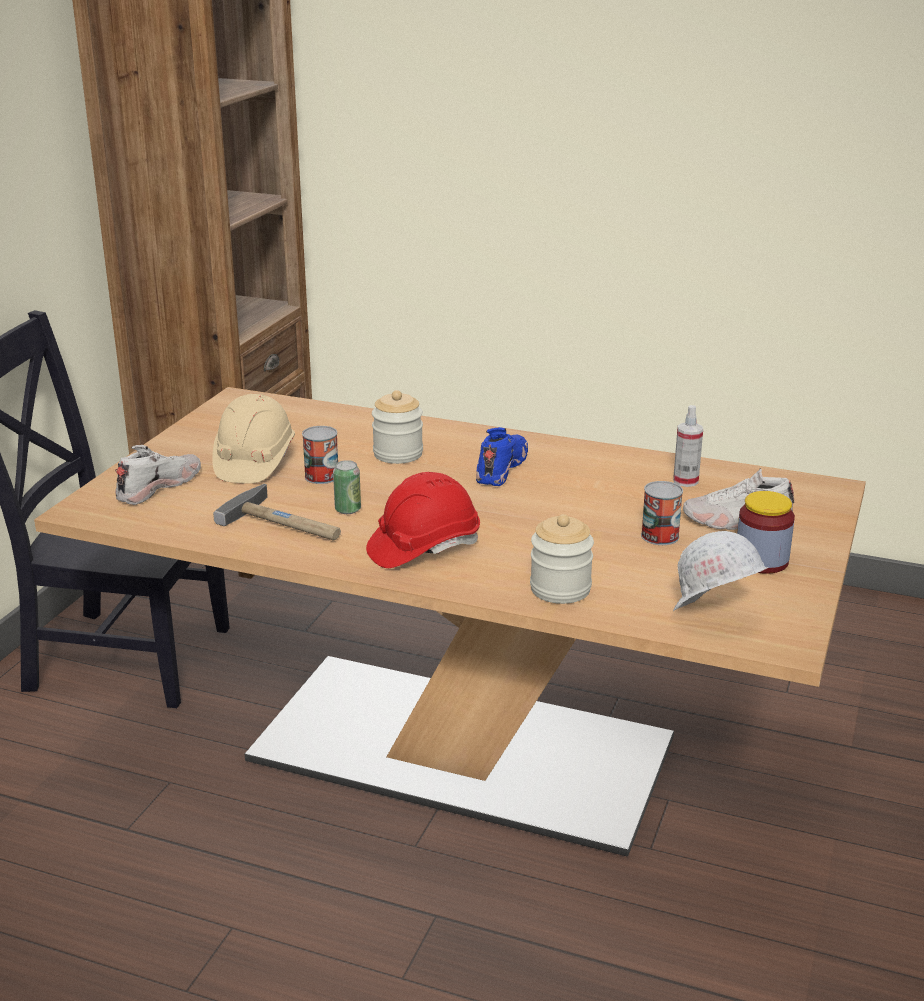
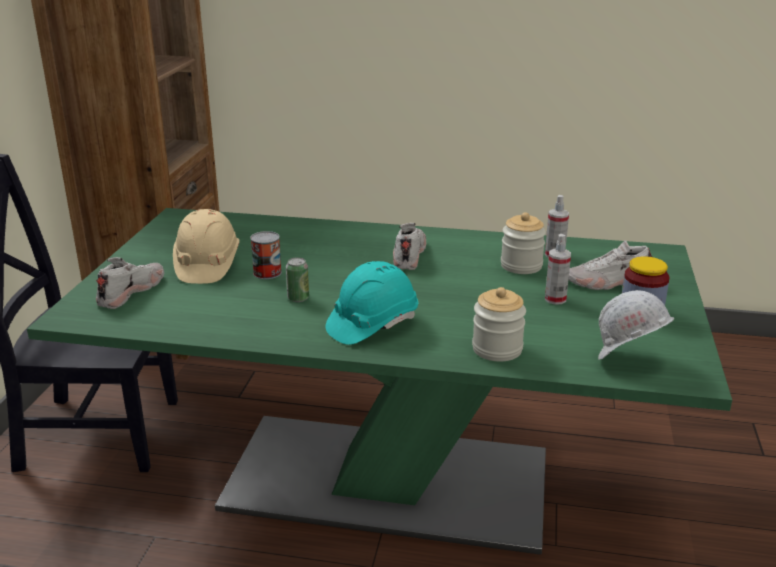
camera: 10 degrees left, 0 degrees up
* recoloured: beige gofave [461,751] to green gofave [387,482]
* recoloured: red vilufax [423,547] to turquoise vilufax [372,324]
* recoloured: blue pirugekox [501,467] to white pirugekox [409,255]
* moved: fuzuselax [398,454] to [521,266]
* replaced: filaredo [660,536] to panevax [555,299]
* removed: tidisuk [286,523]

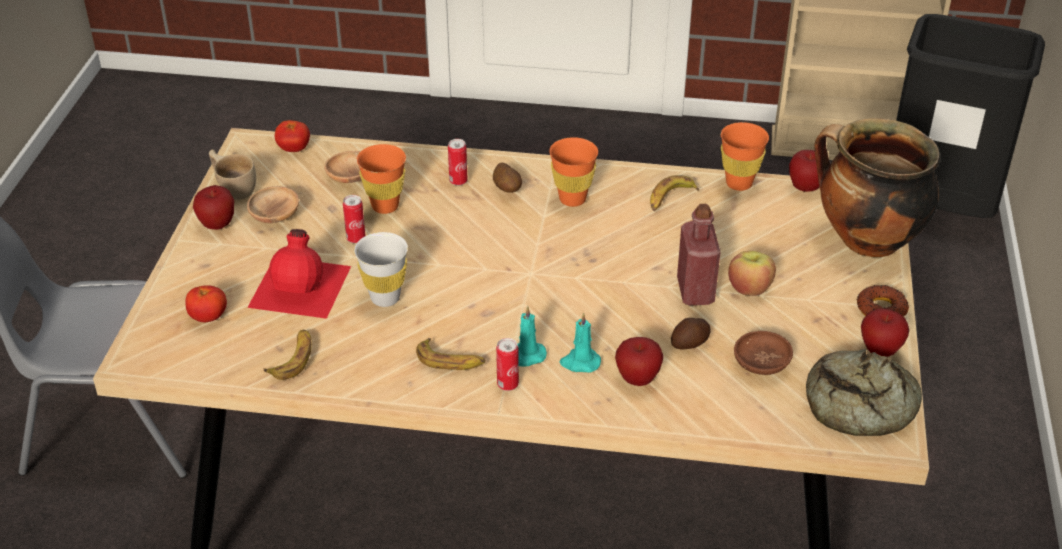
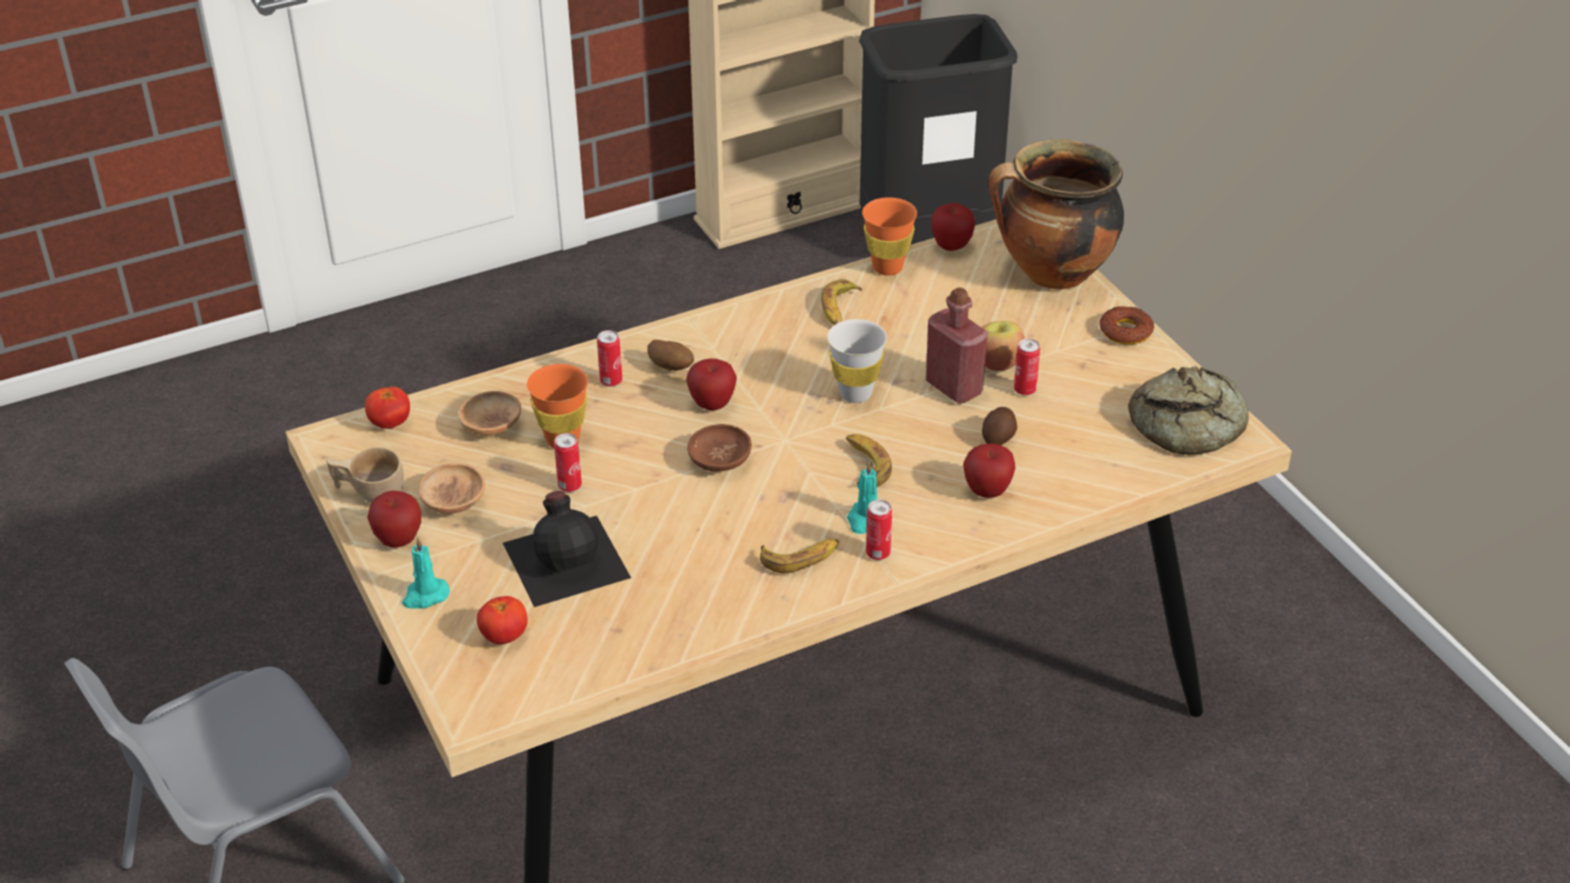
camera: 35 degrees left, 0 degrees up
* moved: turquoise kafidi [580,362] to [425,596]
* recoloured: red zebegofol [302,285] to black zebegofol [567,558]
* moved: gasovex [880,350] to [712,404]
* moved: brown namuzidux [761,365] to [720,462]
* moved: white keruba [385,298] to [855,393]
* moved: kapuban [293,358] to [865,465]
* added: filaredo [1025,390]
* removed: orange keruba [572,199]

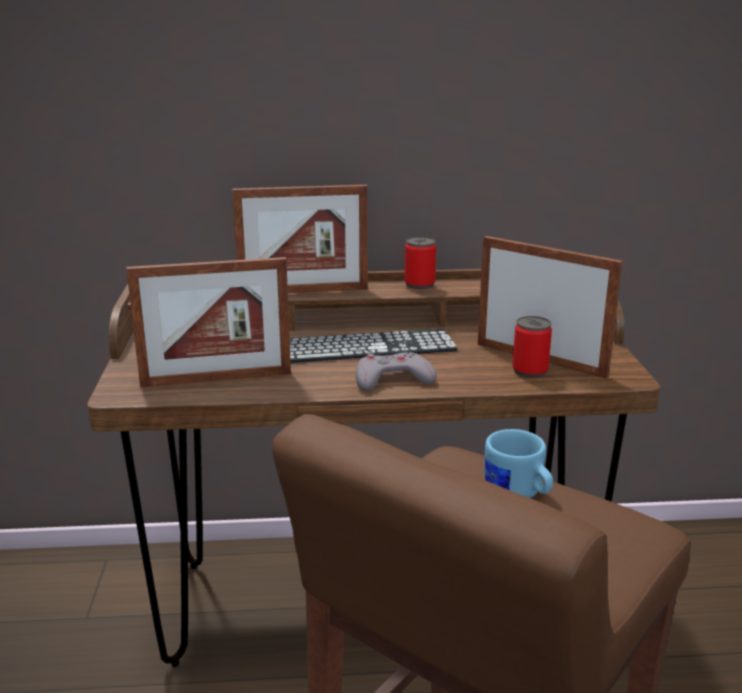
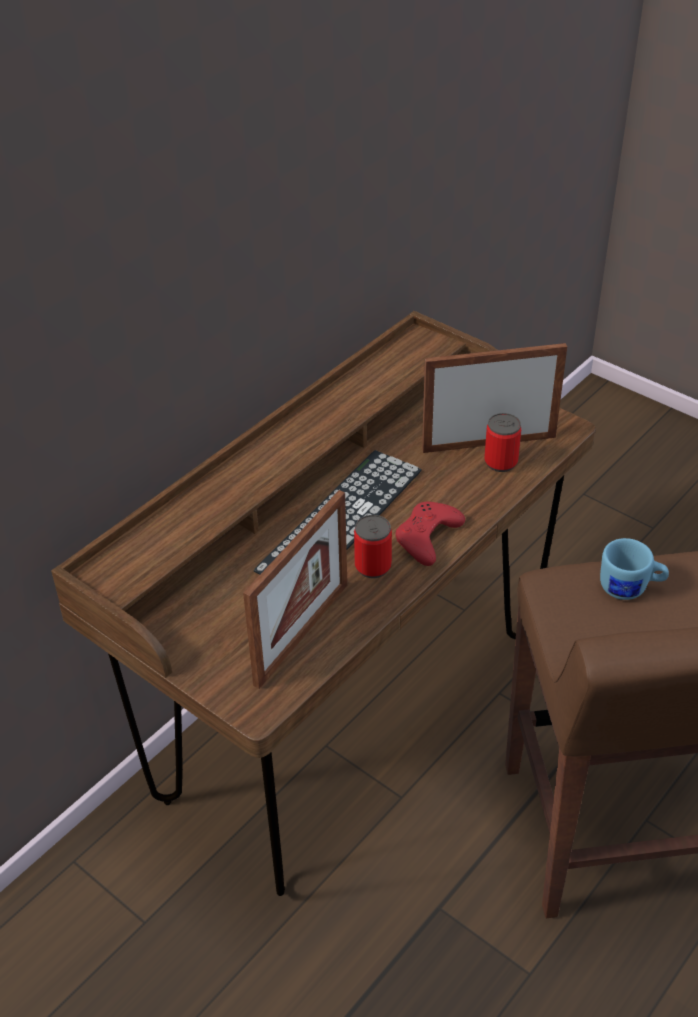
camera: 45 degrees left, 20 degrees up
* moved: filaredo [419,284] to [373,566]
* recoloured: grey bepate [392,379] to red bepate [427,537]
* removed: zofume [303,291]

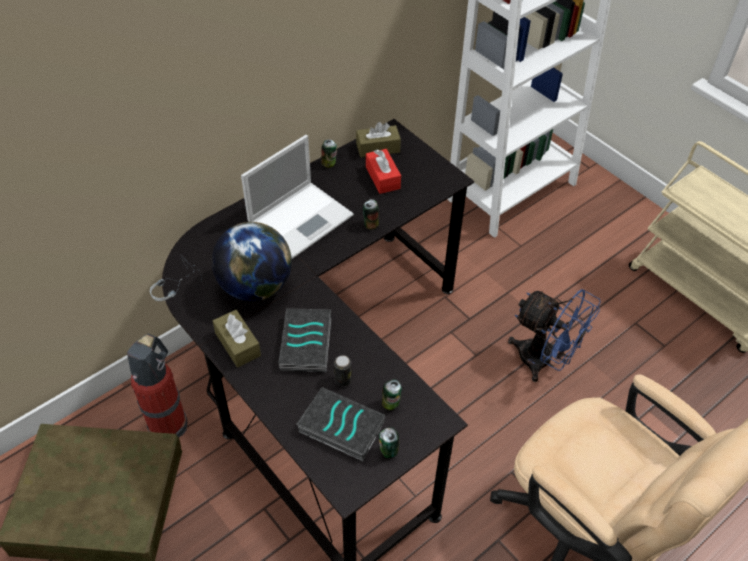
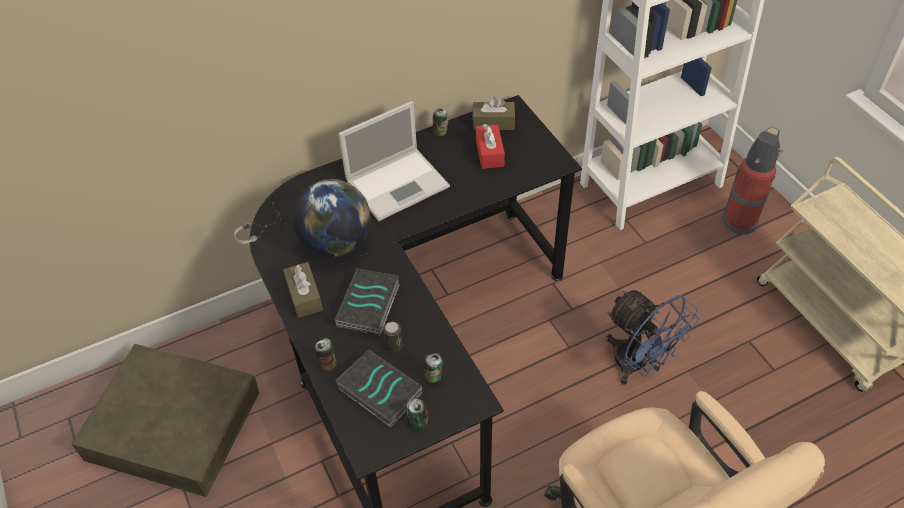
camera: 15 degrees right, 0 degrees up
* moved: filaredo [370,224] to [328,363]
* moved: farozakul [169,423] to [740,221]

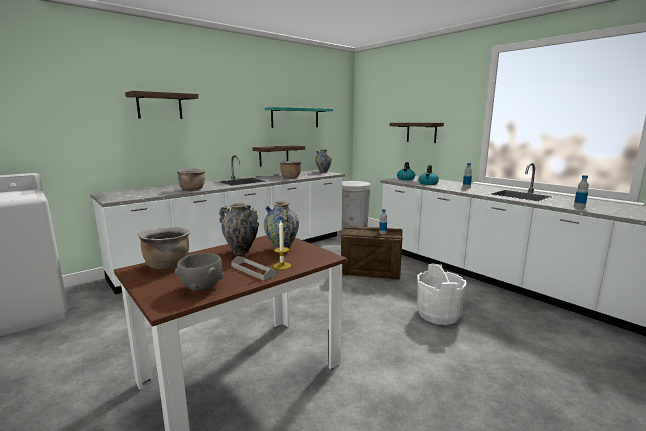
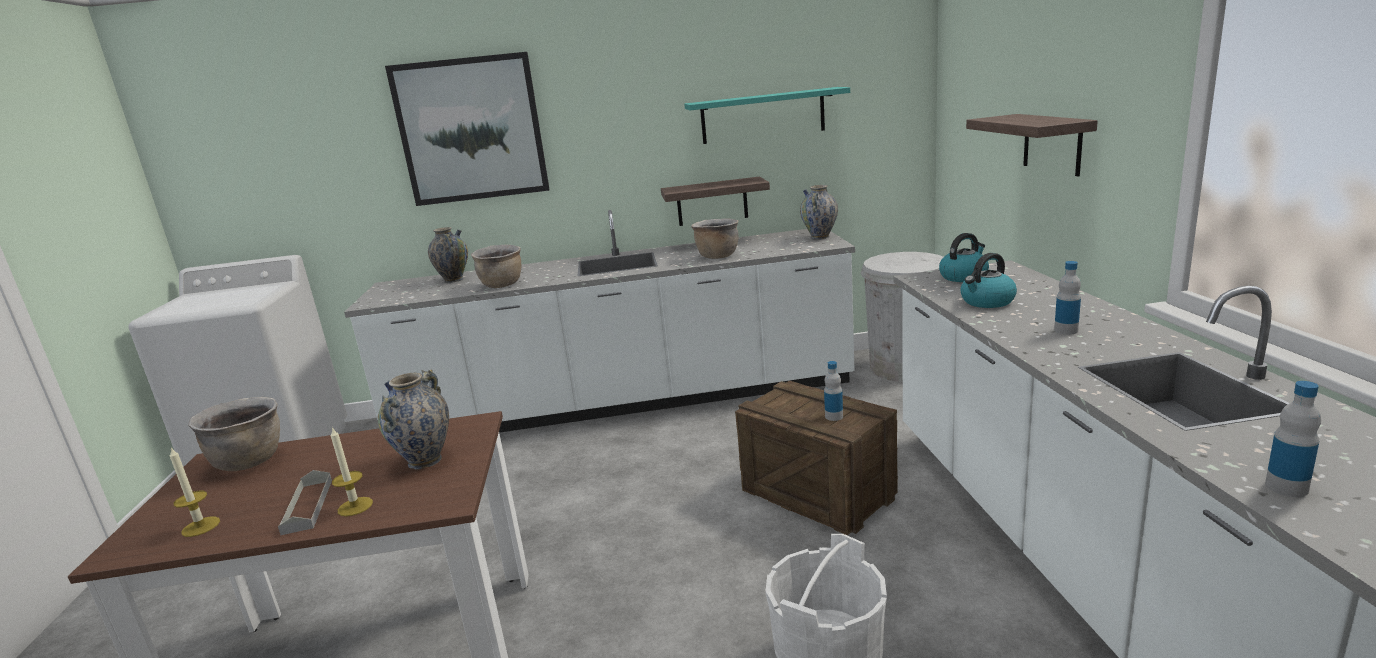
camera: 35 degrees right, 5 degrees up
* replaced: grey namuzidux [202,288] to kafidi [201,526]
* replaced: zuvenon [159,106] to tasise [471,130]
* moved: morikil [241,251] to [453,280]

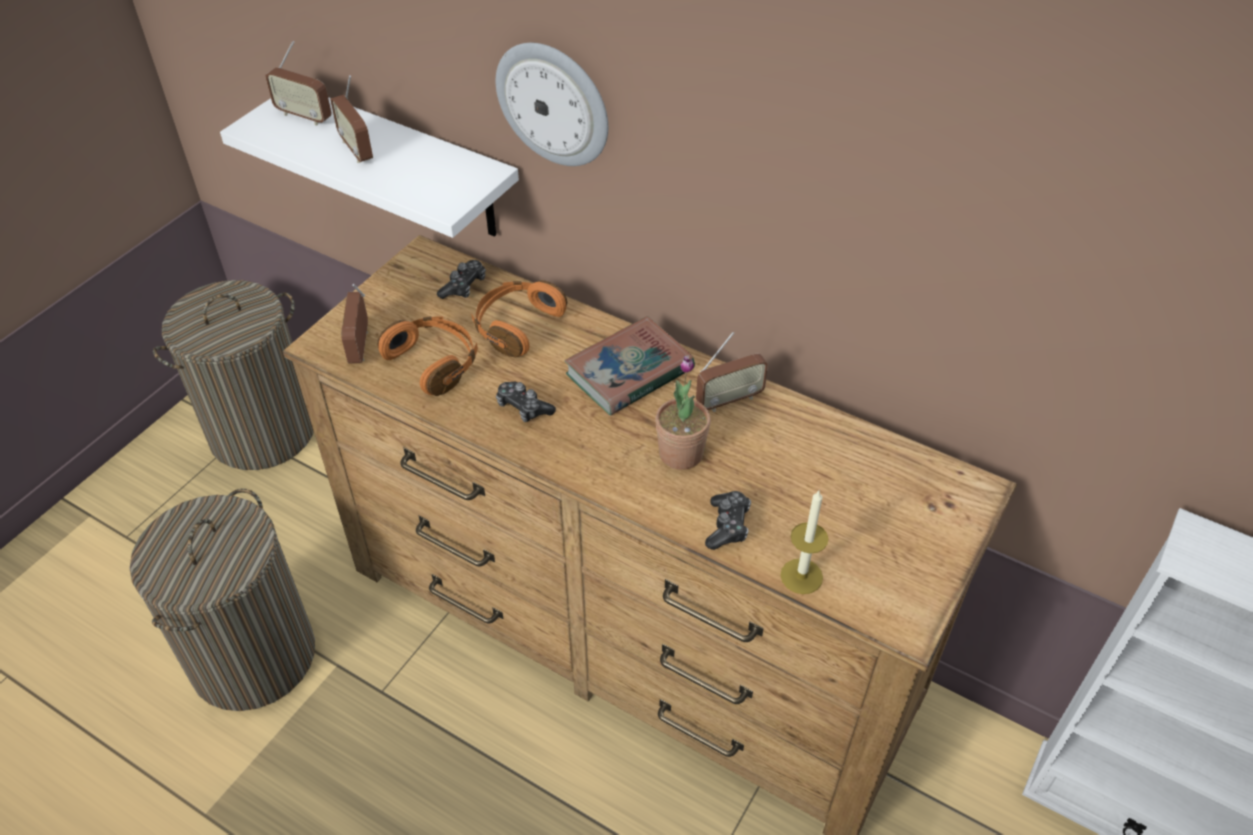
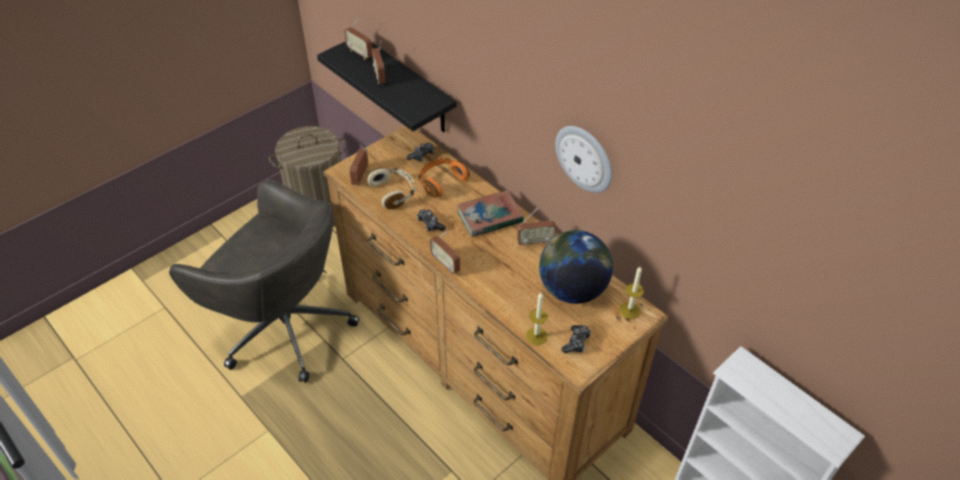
camera: 15 degrees right, 0 degrees up
* replaced: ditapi [253,656] to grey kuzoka [284,326]
* recoloured: white zuvenon [407,163] to black zuvenon [407,86]
* recoloured: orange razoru [434,363] to beige razoru [394,192]
* added: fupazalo [445,264]
* added: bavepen [572,290]
* moved: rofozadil [554,103] to [585,158]
* moved: bepate [727,526] to [576,342]
* added: kafidi [629,310]
* removed: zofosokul [681,453]

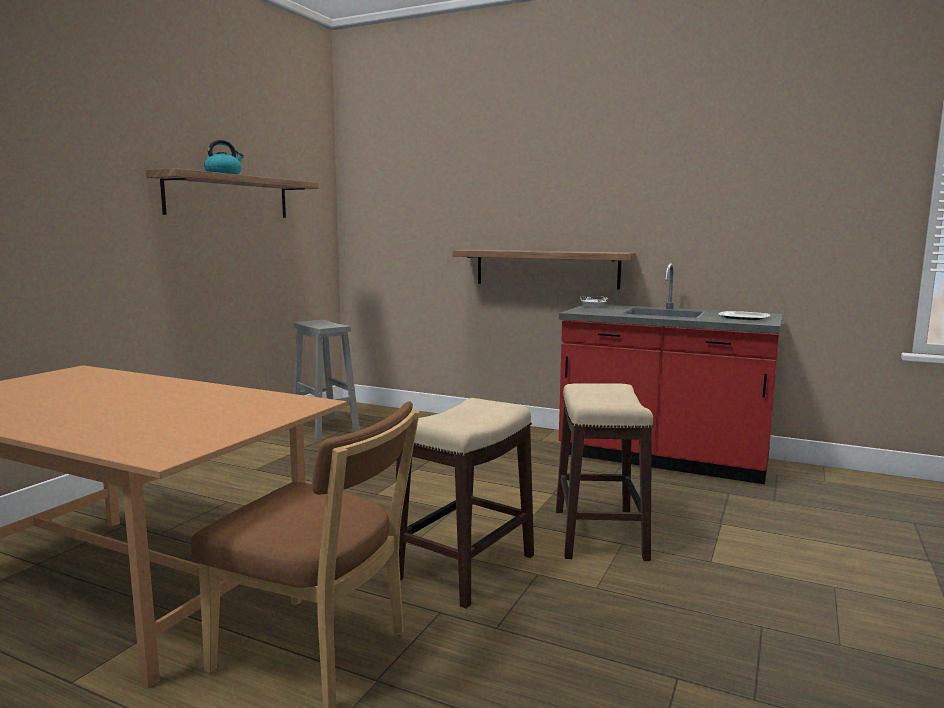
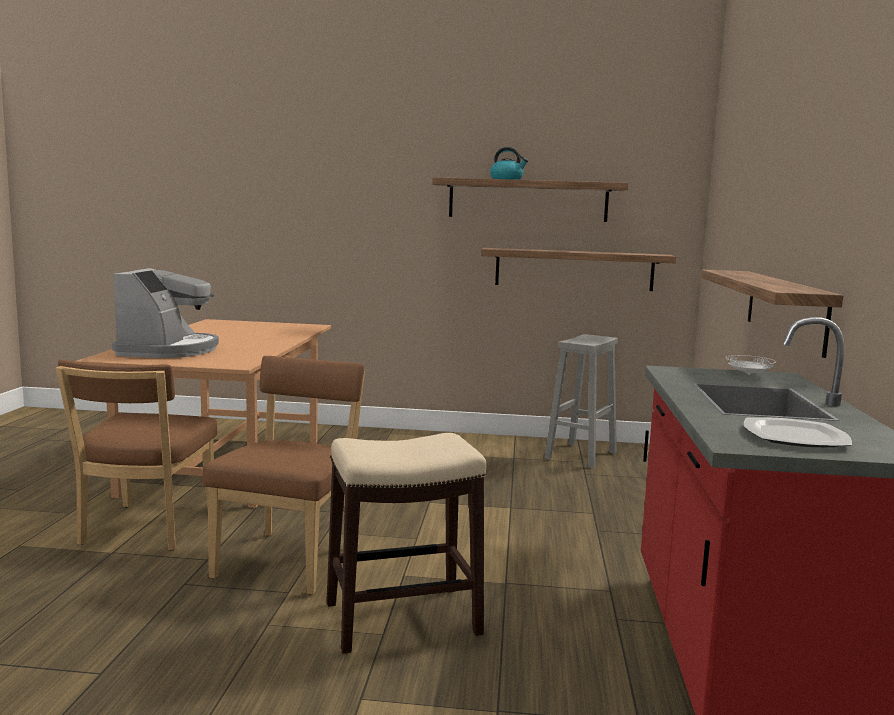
camera: 70 degrees right, 0 degrees up
* added: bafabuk [169,350]
* replaced: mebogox [466,567] to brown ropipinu [291,559]
* added: zuvenon [574,269]

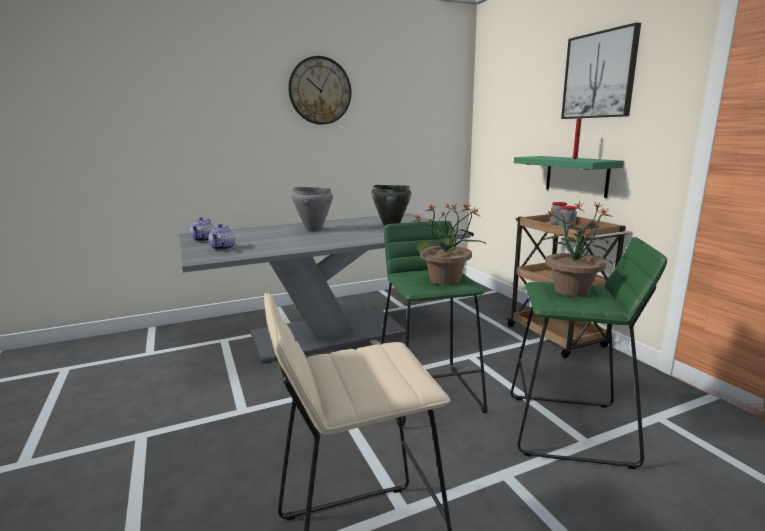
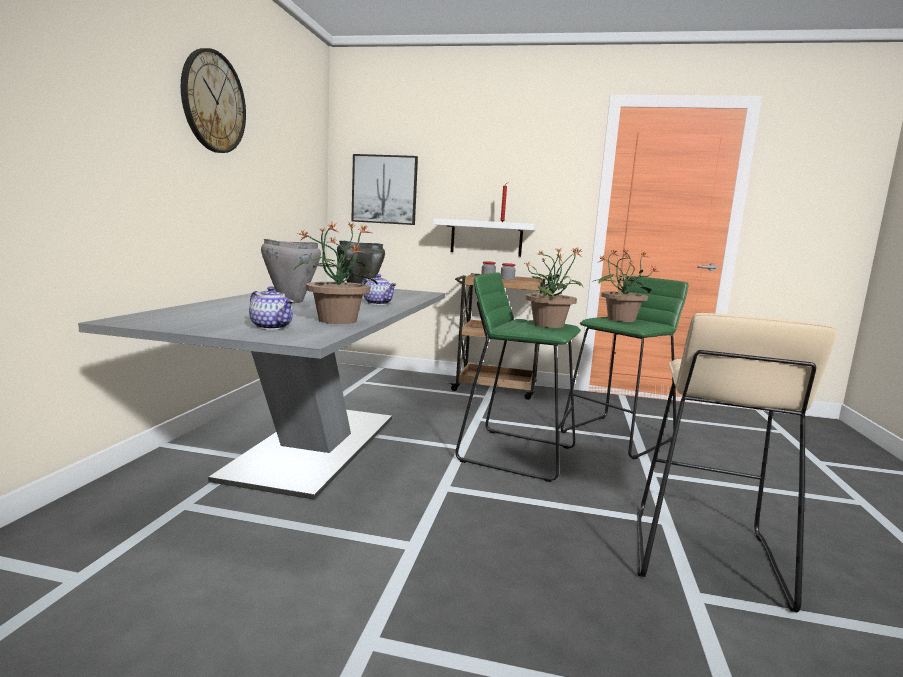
camera: 55 degrees left, 5 degrees down
* added: zofosokul [337,320]
* moved: tasise [599,75] to [384,189]
* moved: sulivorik [204,240] to [378,303]
* recoloured: green zuvenon [576,175] to white zuvenon [486,238]

